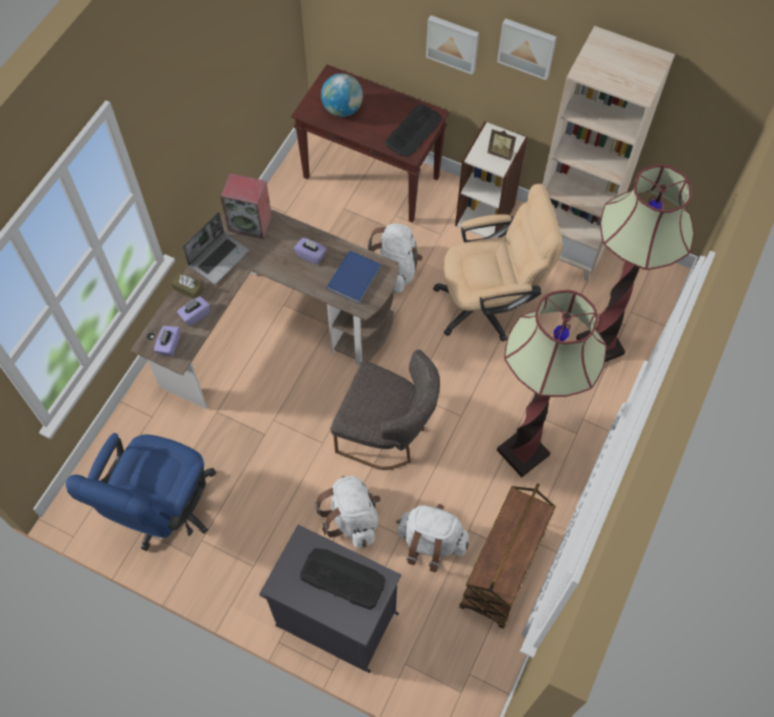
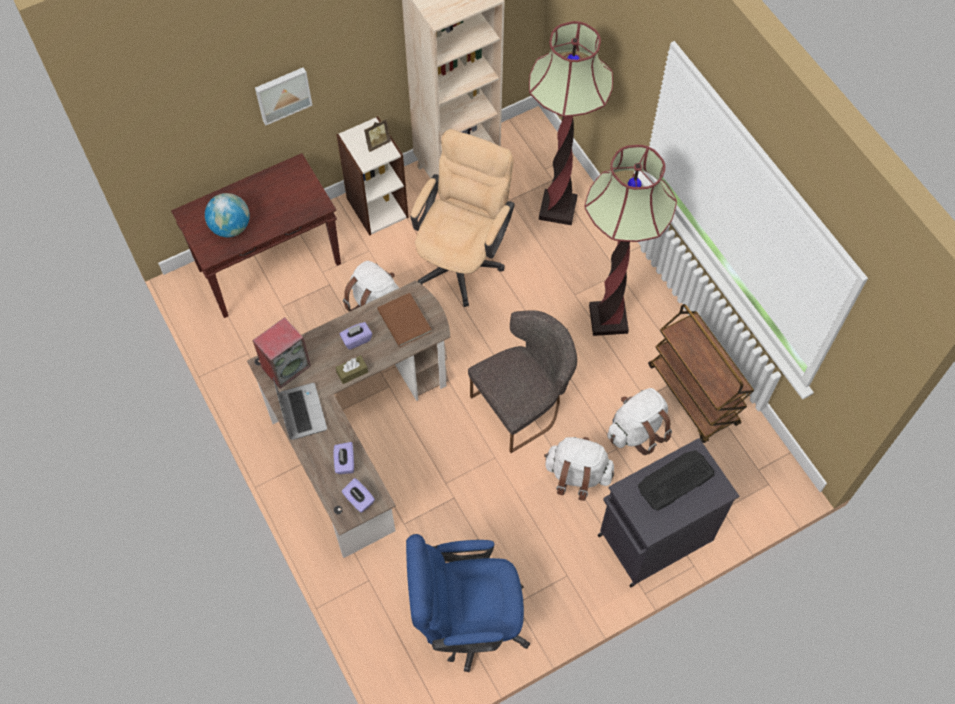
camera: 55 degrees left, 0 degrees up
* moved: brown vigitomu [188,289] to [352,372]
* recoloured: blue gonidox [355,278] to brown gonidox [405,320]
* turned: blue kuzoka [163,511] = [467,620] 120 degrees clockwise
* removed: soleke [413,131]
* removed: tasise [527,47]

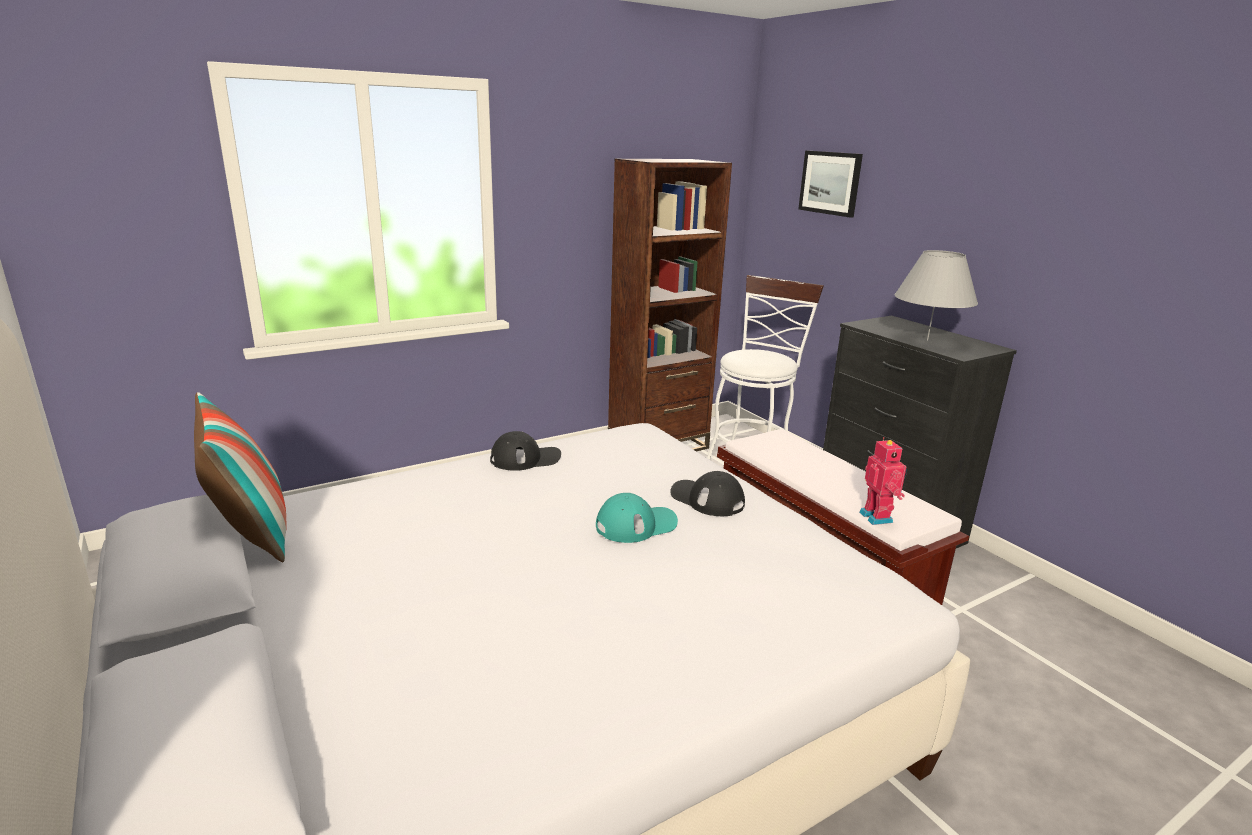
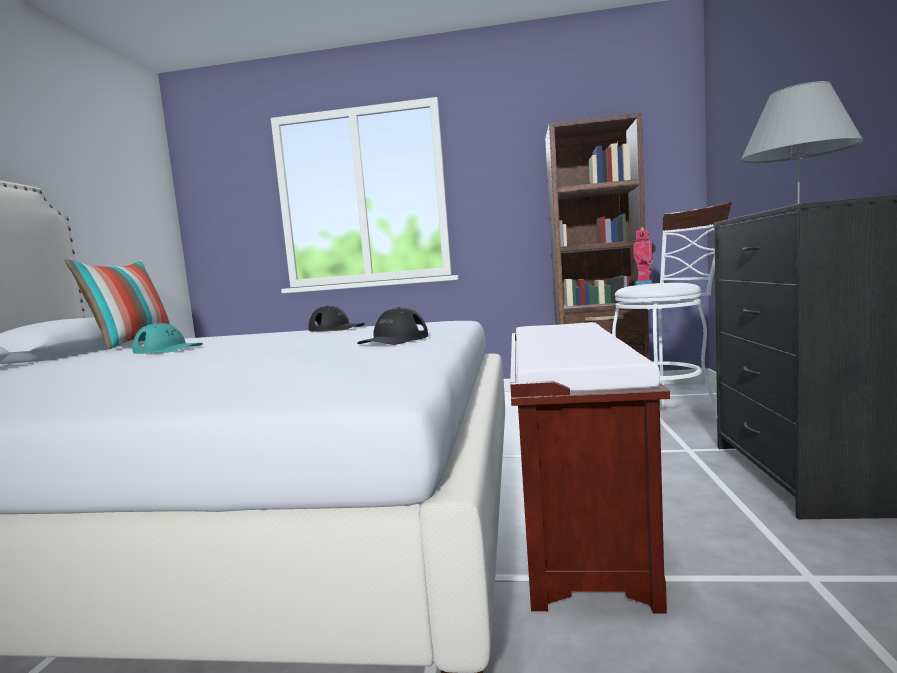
camera: 40 degrees right, 15 degrees down
* moved: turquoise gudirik [636,525] to [168,349]
* turned: black gudirik [707,499] = [394,340] 135 degrees counterclockwise
* moved: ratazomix [878,517] to [645,283]
* removed: tasise [830,183]

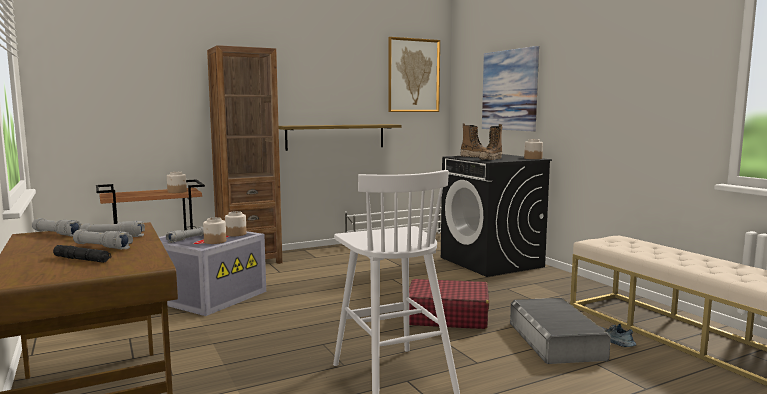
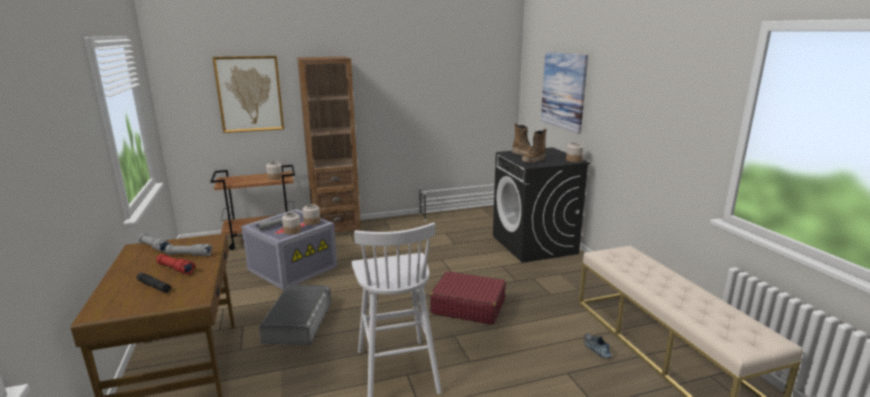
camera: 10 degrees right, 10 degrees up
* recoloured: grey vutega [102,247] to red vutega [176,269]
* moved: tasise [413,75] to [249,94]
* moved: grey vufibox [556,340] to [298,321]
* removed: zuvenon [335,136]

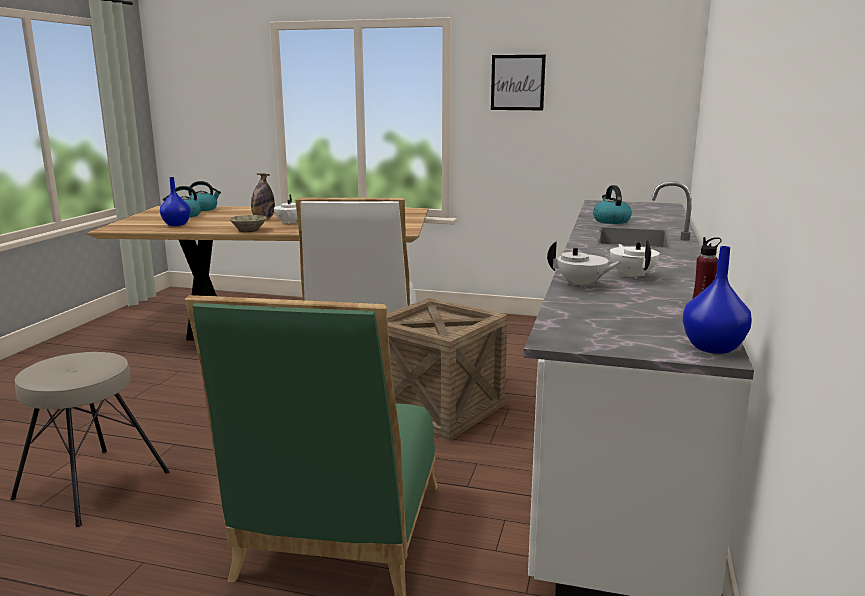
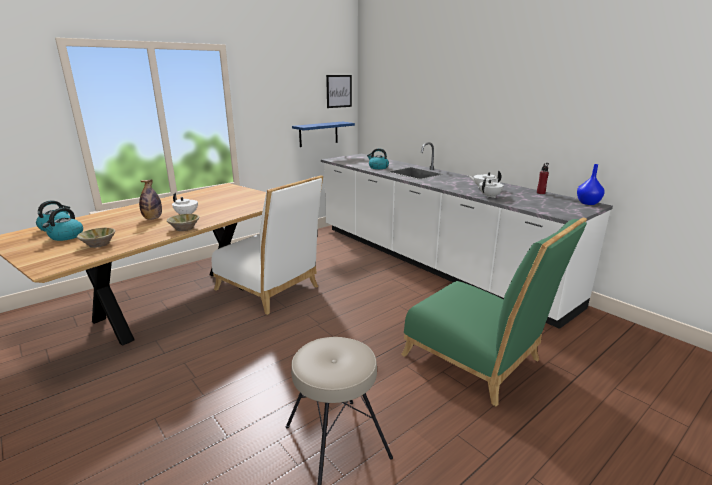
camera: 55 degrees left, 5 degrees up
* replaced: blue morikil [177,224] to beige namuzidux [99,244]
* added: blue zuvenon [318,134]
* moved: tasise [517,82] to [339,91]
* removed: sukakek [438,408]

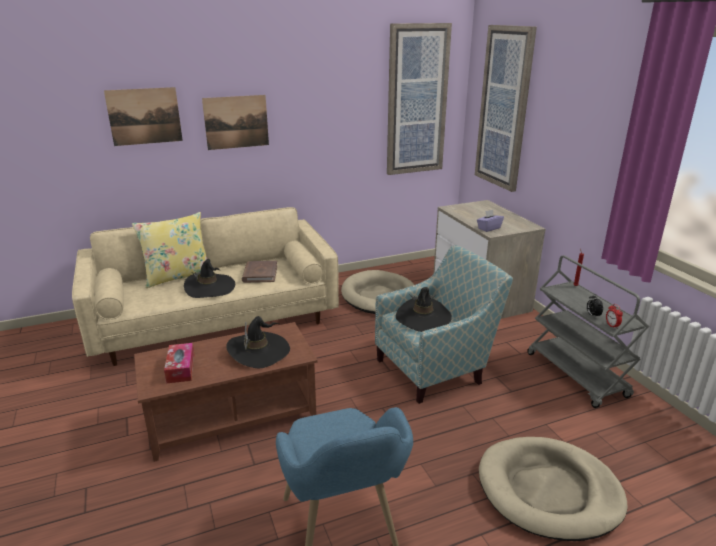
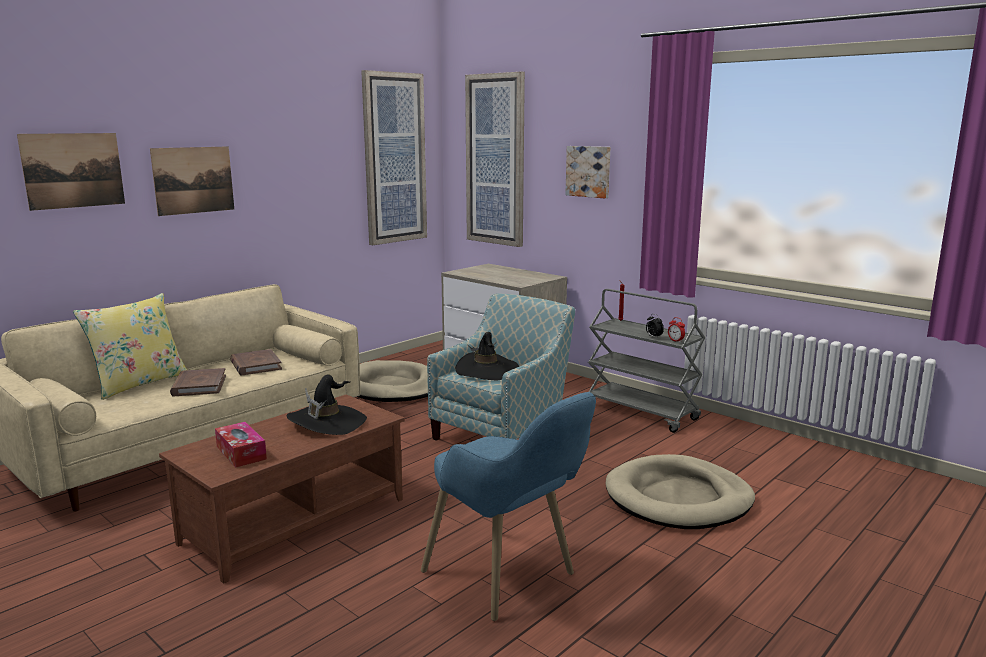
camera: 25 degrees left, 10 degrees down
* replaced: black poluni [210,287] to brown gonidox [199,385]
* added: tasise [589,171]
* removed: purple vigitomu [489,228]

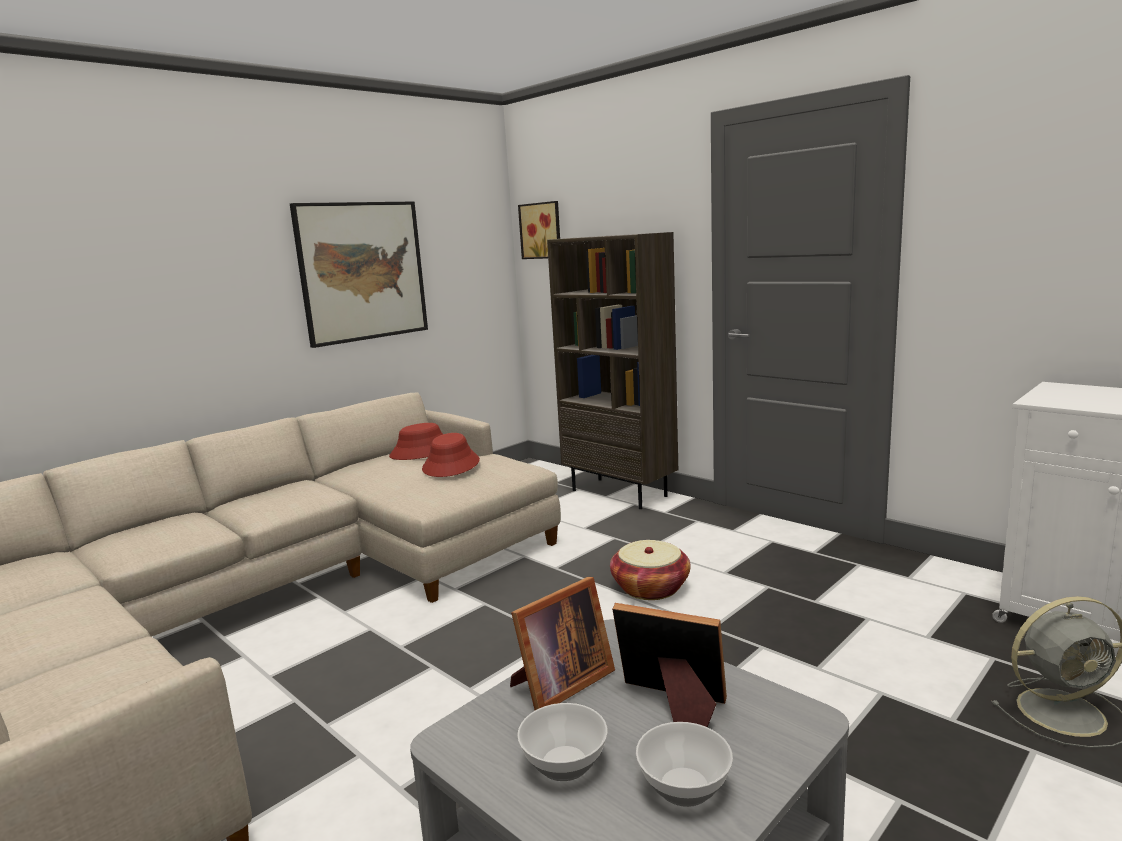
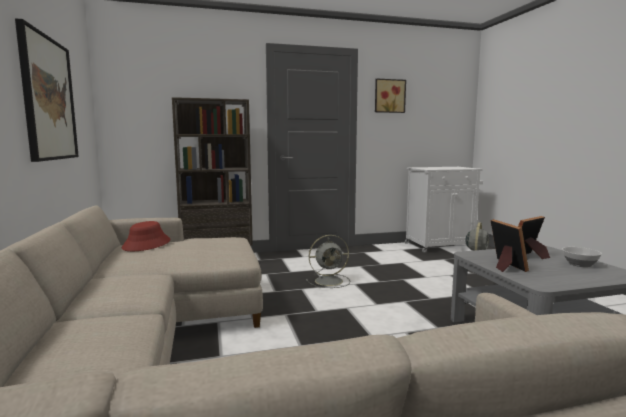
camera: 60 degrees left, 5 degrees down
* replaced: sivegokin [650,588] to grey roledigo [330,281]
* moved: tasise [542,230] to [389,96]
* removed: red poluni [451,465]
* removed: namuzidux [563,764]

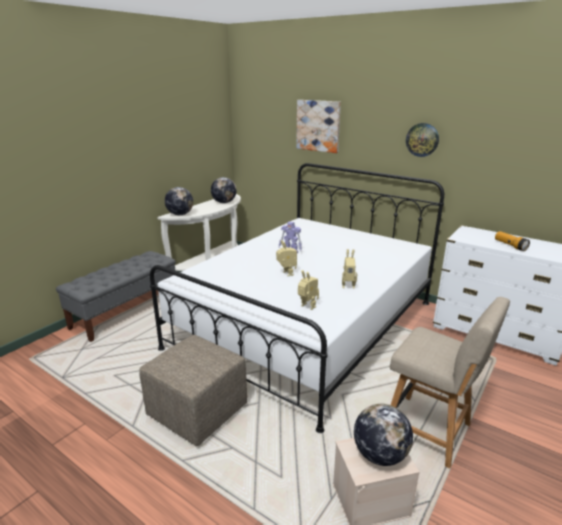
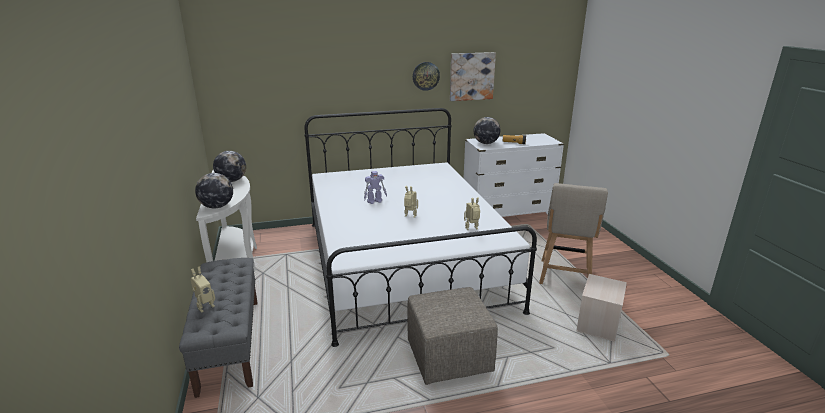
camera: 50 degrees left, 0 degrees up
* moved: ratazomix [348,285] to [205,306]
* moved: tasise [318,126] to [471,76]
* moved: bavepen [380,455] to [486,143]
* turned: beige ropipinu [431,431] = [565,277] 120 degrees clockwise

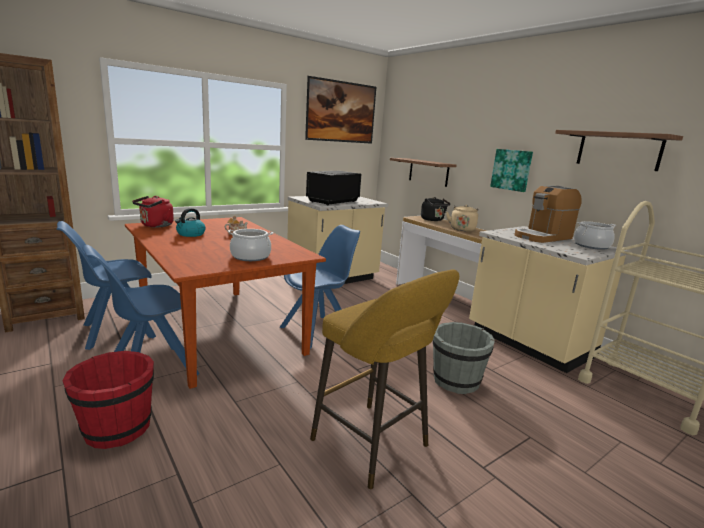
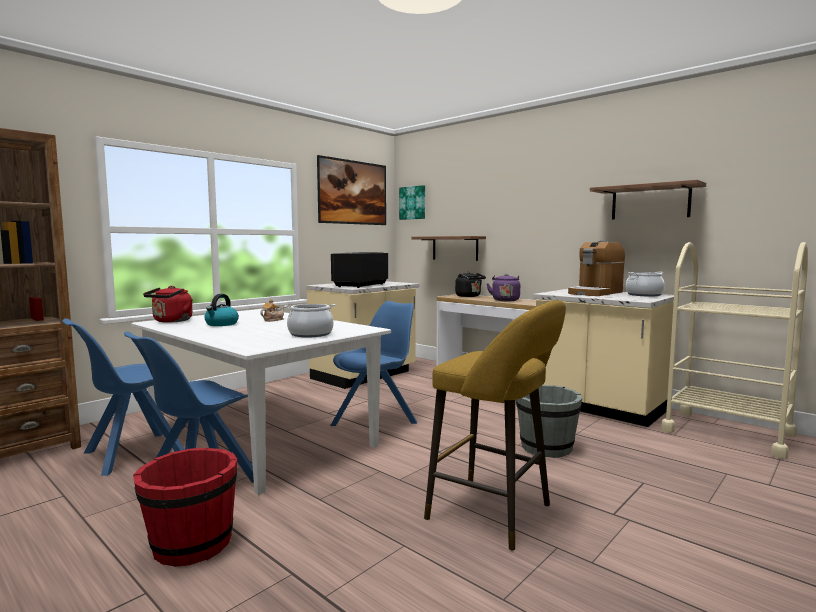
camera: 10 degrees left, 10 degrees down
* recoloured: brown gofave [218,330] to white gofave [259,437]
* moved: tasise [511,170] to [413,203]
* recoloured: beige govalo [462,229] to purple govalo [505,300]

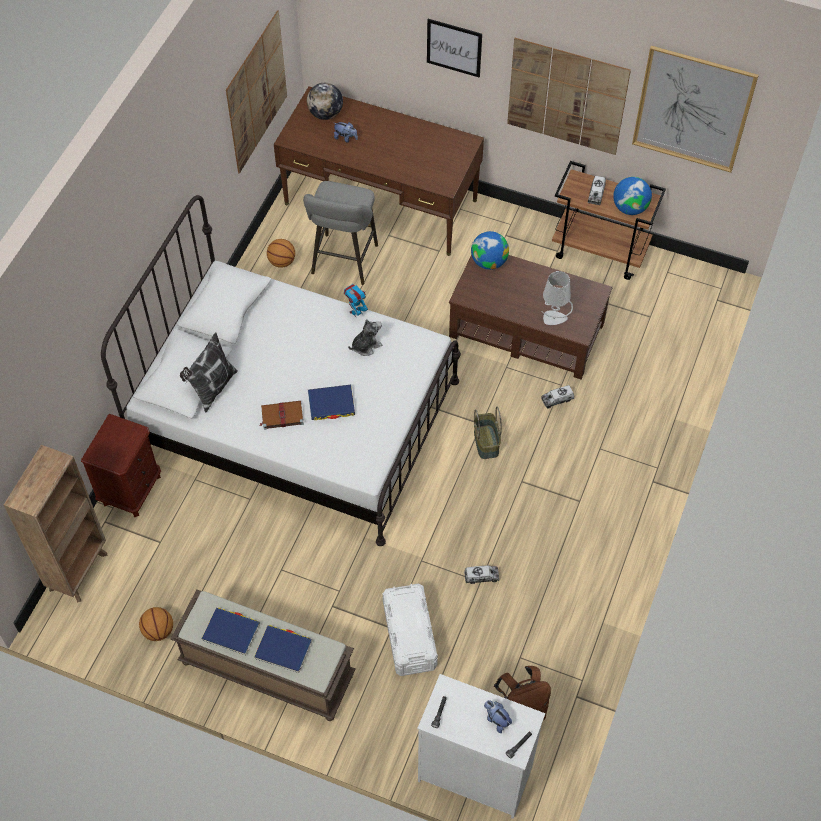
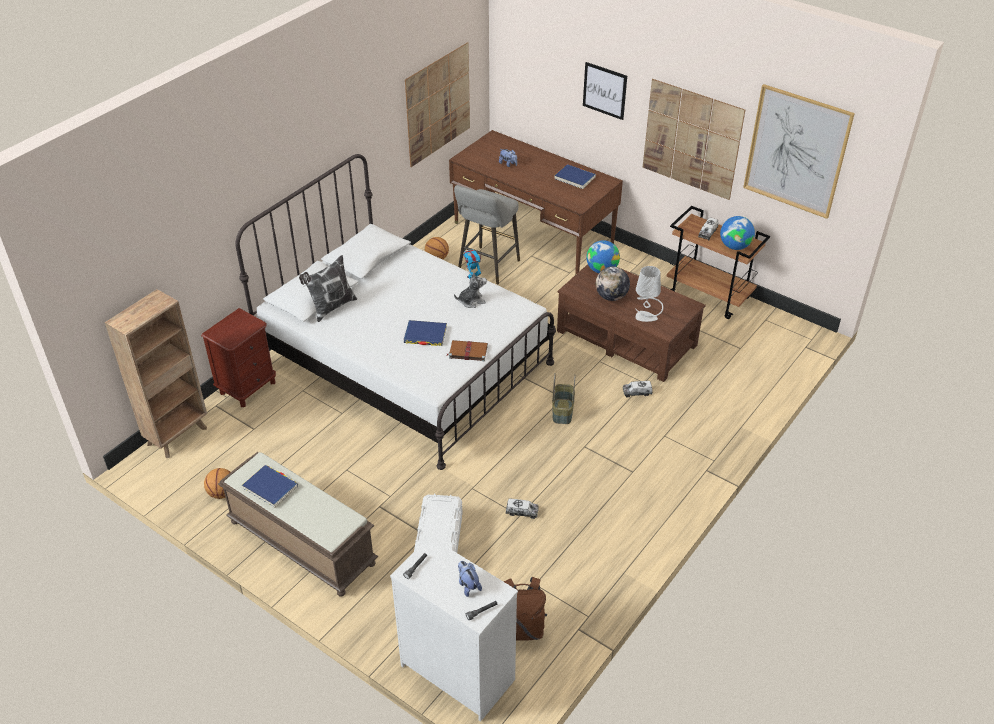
camera: 15 degrees right, 15 degrees down
* moved: brown gonidox [281,416] to [467,351]
* moved: blue gonidox [283,650] to [574,178]
* moved: bavepen [325,114] to [611,297]

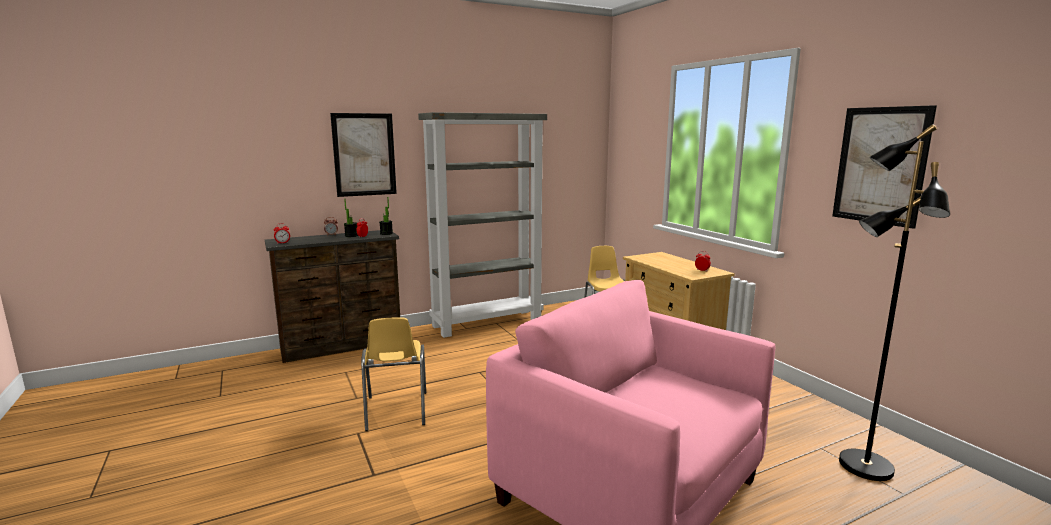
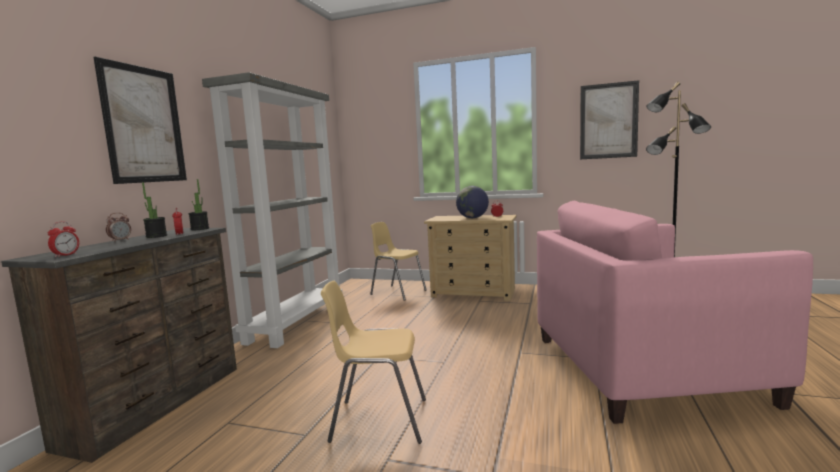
camera: 45 degrees left, 5 degrees down
* turned: yellow ropipinu [396,411] = [378,420] 150 degrees clockwise
* added: bavepen [472,218]

